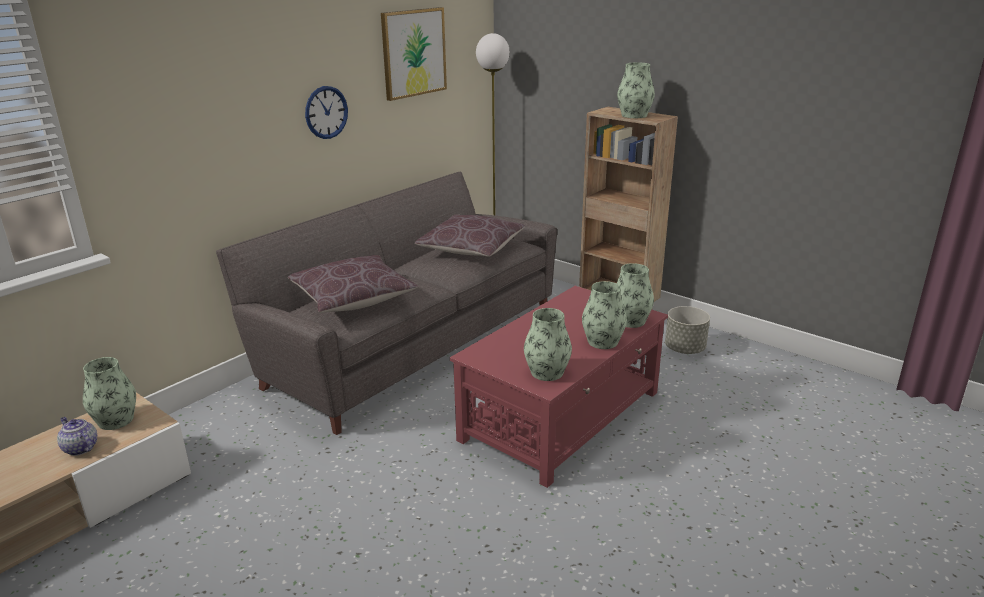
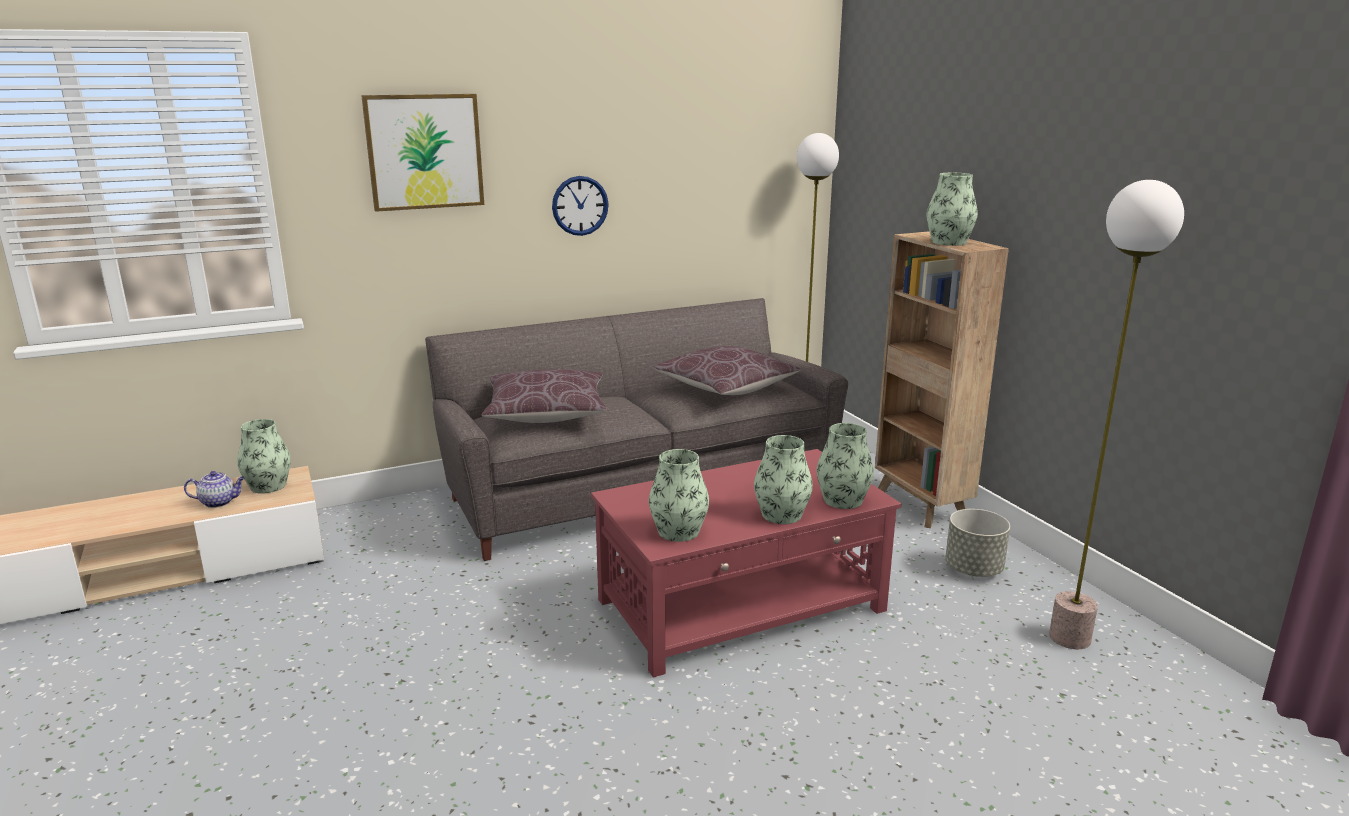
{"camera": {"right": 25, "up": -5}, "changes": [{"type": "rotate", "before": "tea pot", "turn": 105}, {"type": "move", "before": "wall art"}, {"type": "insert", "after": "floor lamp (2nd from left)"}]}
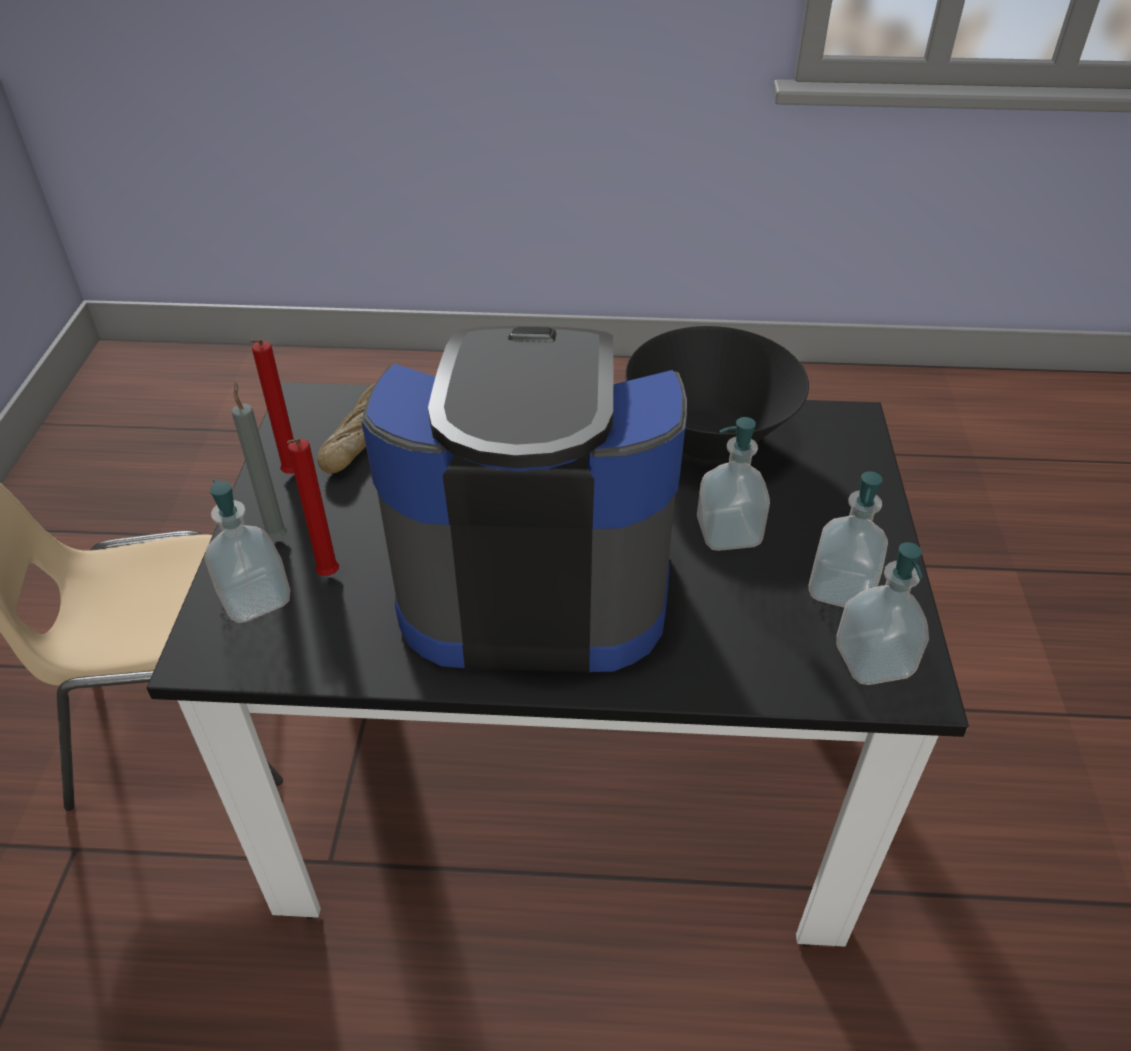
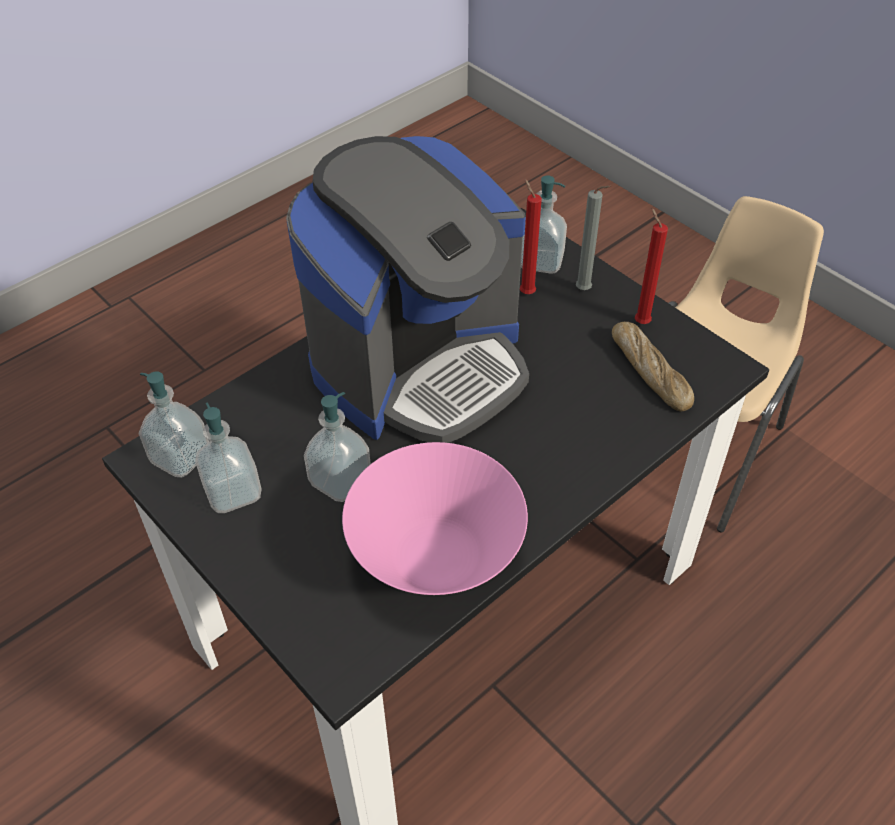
{"camera": {"right": 135, "up": 5}, "changes": [{"type": "recolor", "before": "black-coloured bowl", "after": "pink bowl"}]}
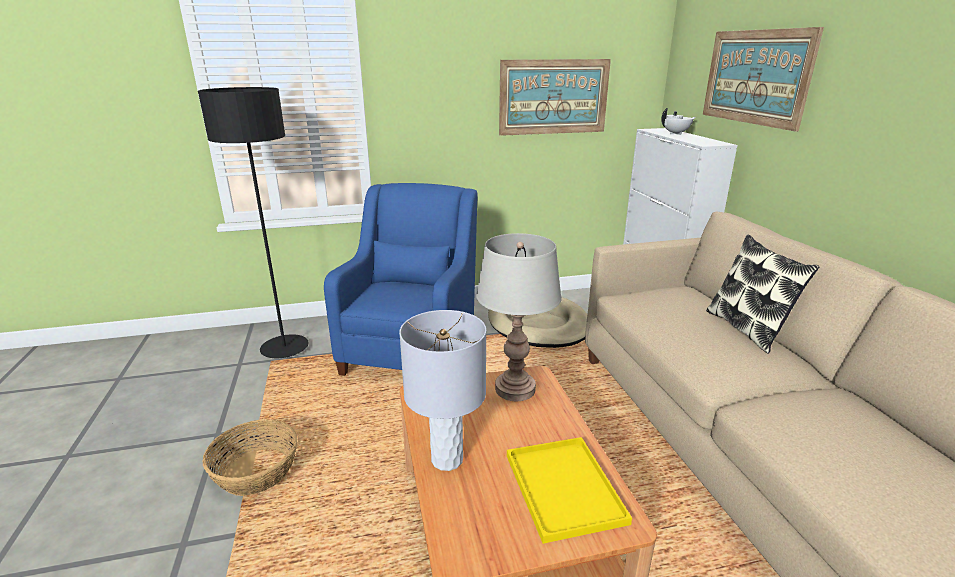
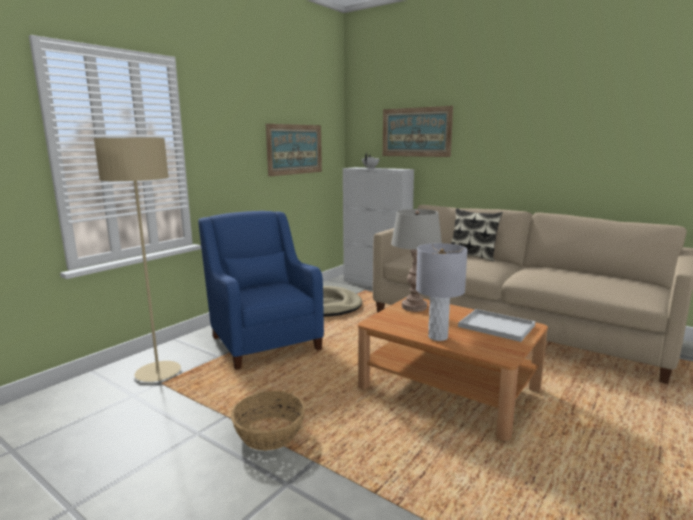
{"camera": {"right": -40, "up": -10}, "changes": [{"type": "recolor", "before": "black-coloured floor lamp", "after": "sand-coloured floor lamp"}, {"type": "recolor", "before": "yellowish tray", "after": "whitish tray"}]}
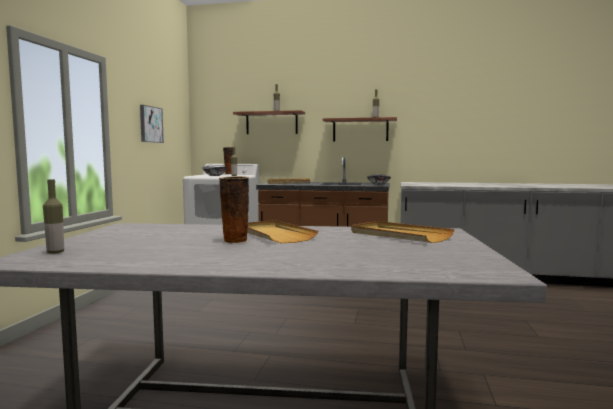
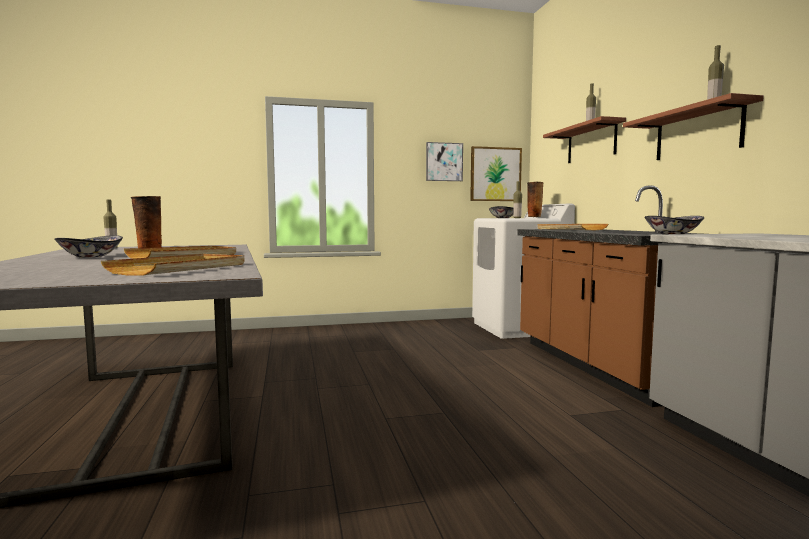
{"camera": {"right": 65, "up": 0}, "changes": [{"type": "insert", "after": "bowl (1st from left)"}, {"type": "insert", "after": "wall art (2nd from left)"}]}
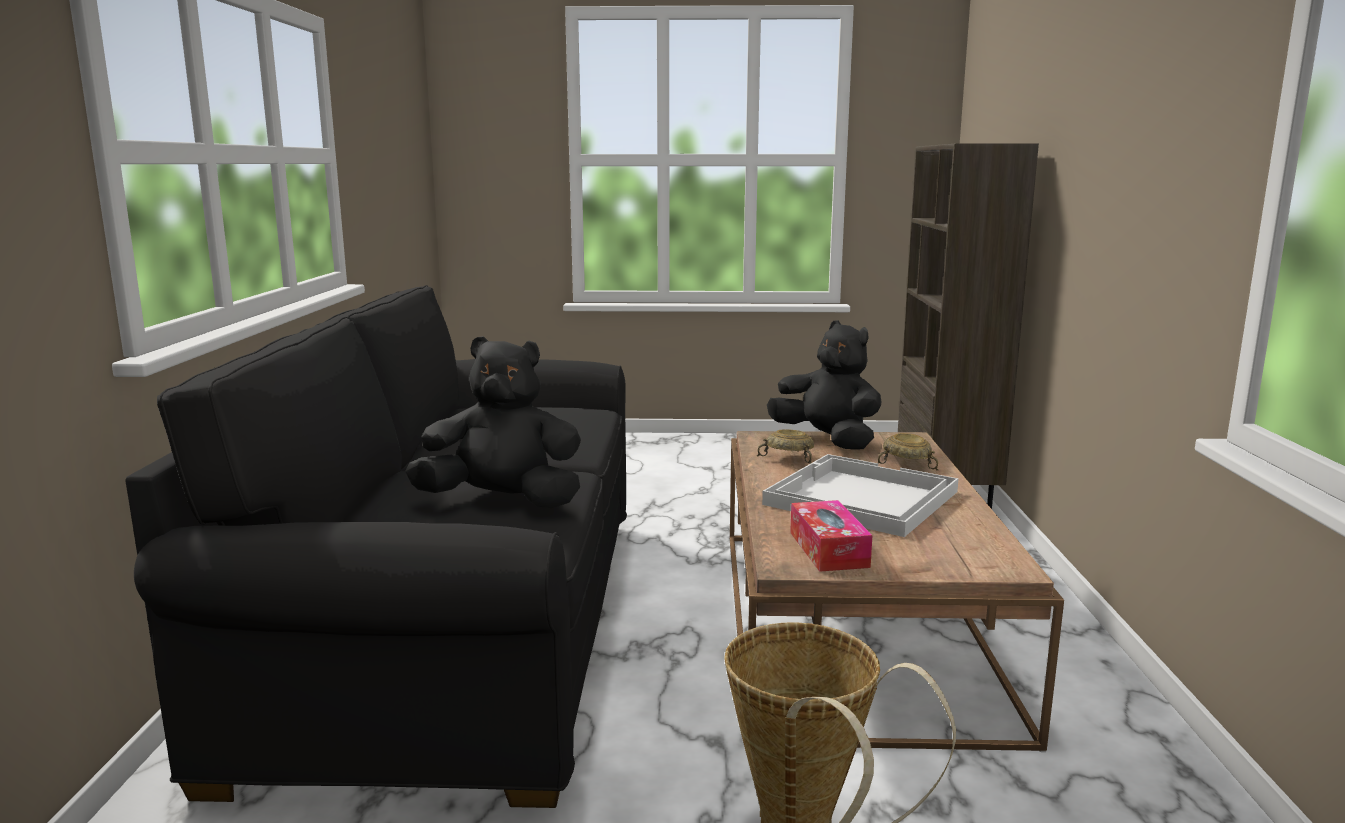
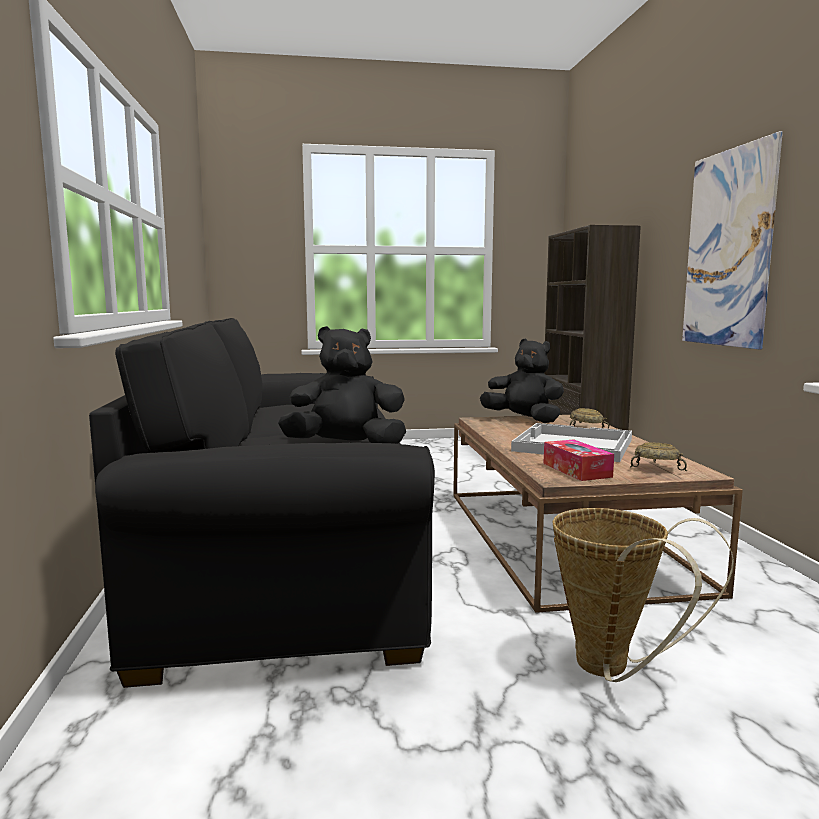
{"camera": {"right": -10, "up": -5}, "changes": [{"type": "move", "before": "sand-coloured bowl (1st from left in the first image)", "after": "sand-coloured bowl (2nd from left)"}, {"type": "insert", "after": "wall art"}]}
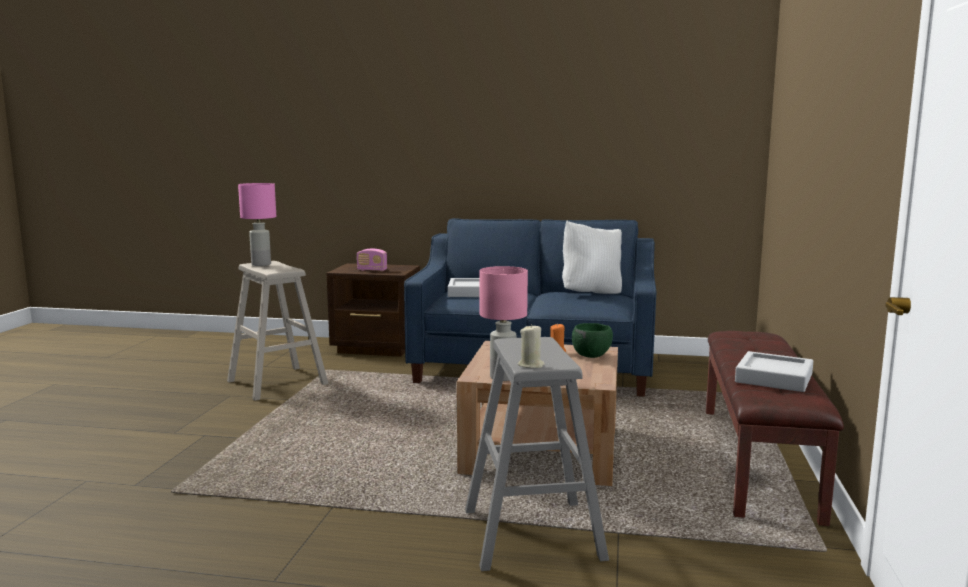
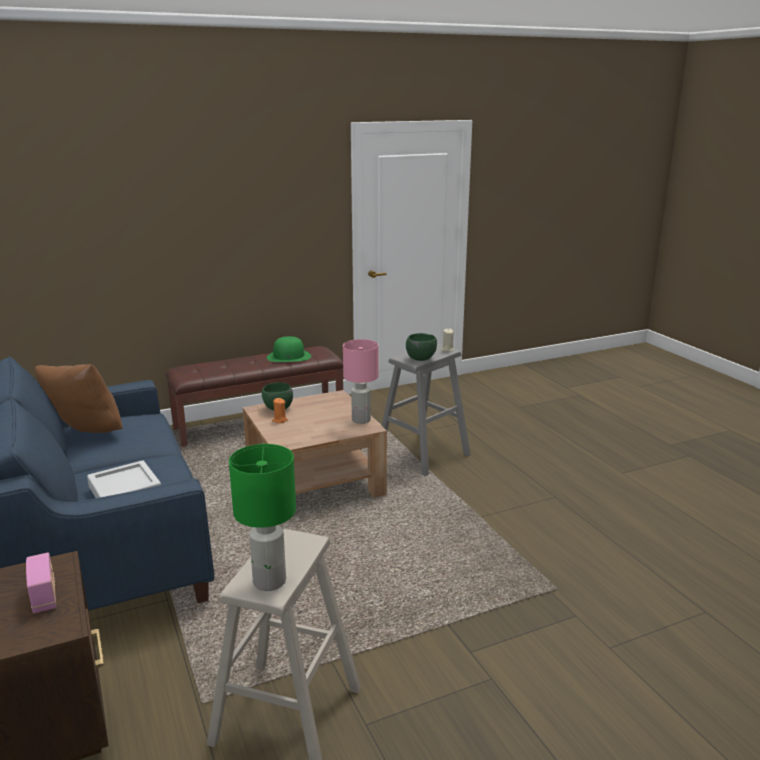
{"camera": {"right": -125, "up": 10}, "changes": [{"type": "recolor", "before": "pink tabletop lamp (1st from left)", "after": "green tabletop lamp"}, {"type": "recolor", "before": "whitish throw pillow", "after": "brown-coloured throw pillow"}, {"type": "replace", "before": "grey tray (2nd from left)", "after": "green hat"}, {"type": "insert", "after": "green bowl (2nd from left)"}]}
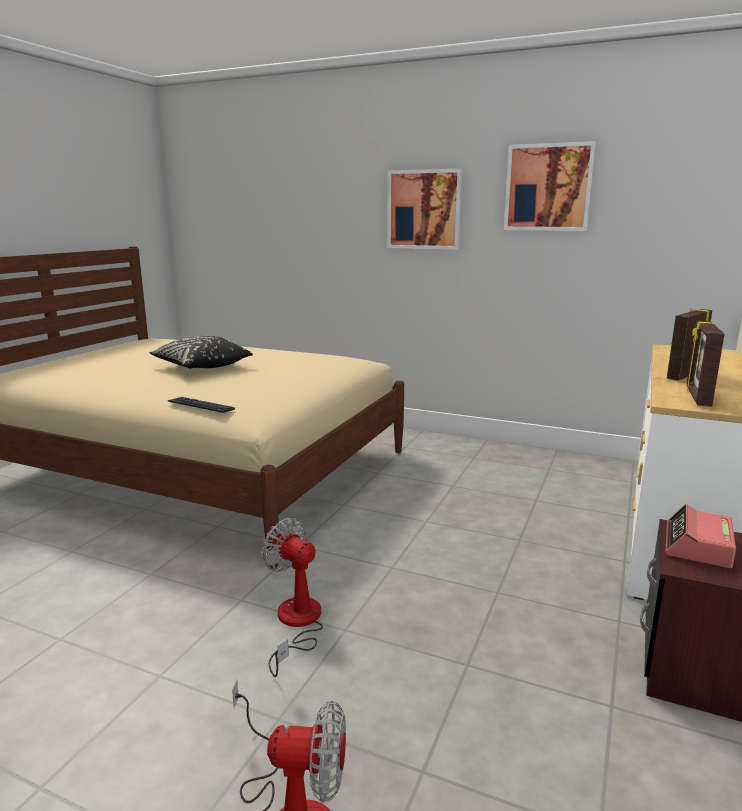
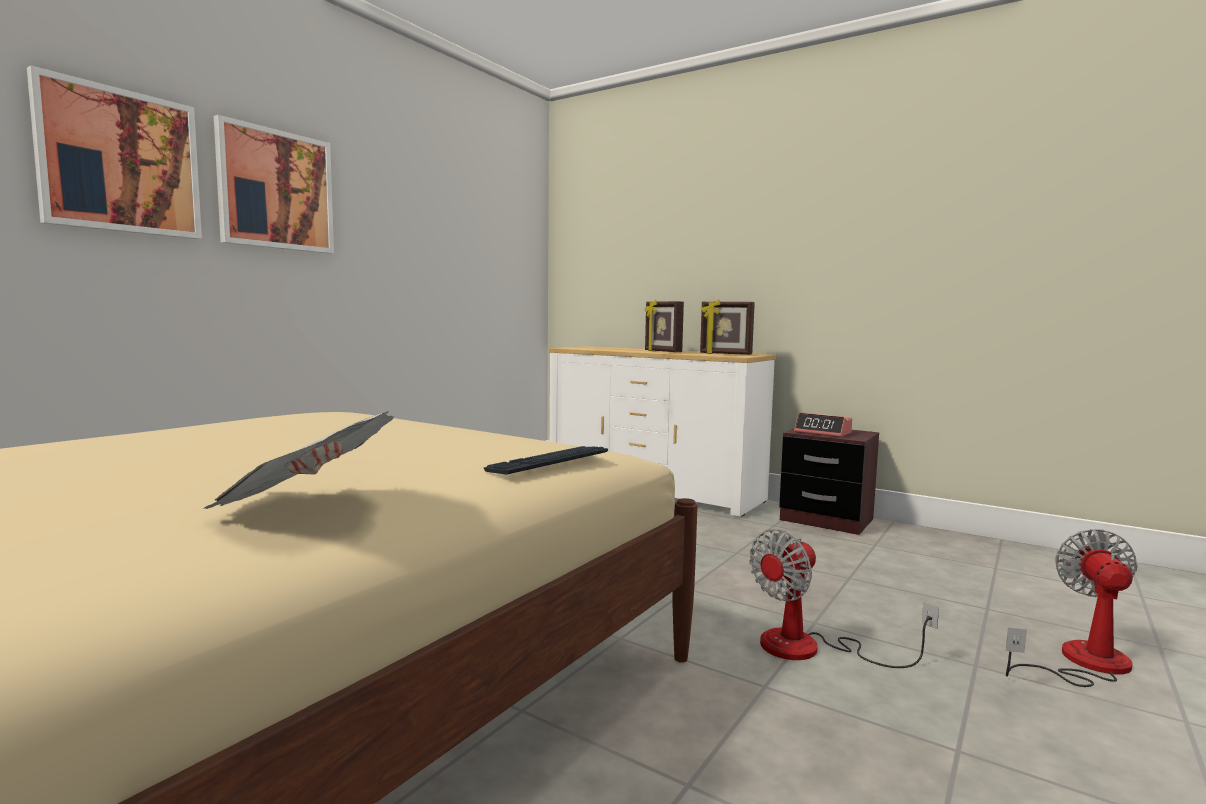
{"camera": {"right": -80, "up": -10}, "changes": [{"type": "delete", "before": "black-coloured throw pillow"}, {"type": "move", "before": "wall art (2nd from left in the first image)", "after": "wall art (1st from left)"}, {"type": "insert", "after": "newspaper"}]}
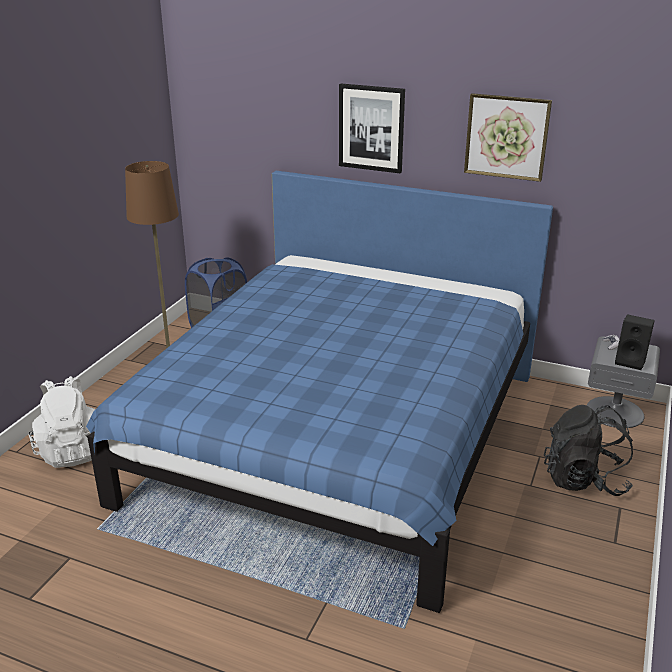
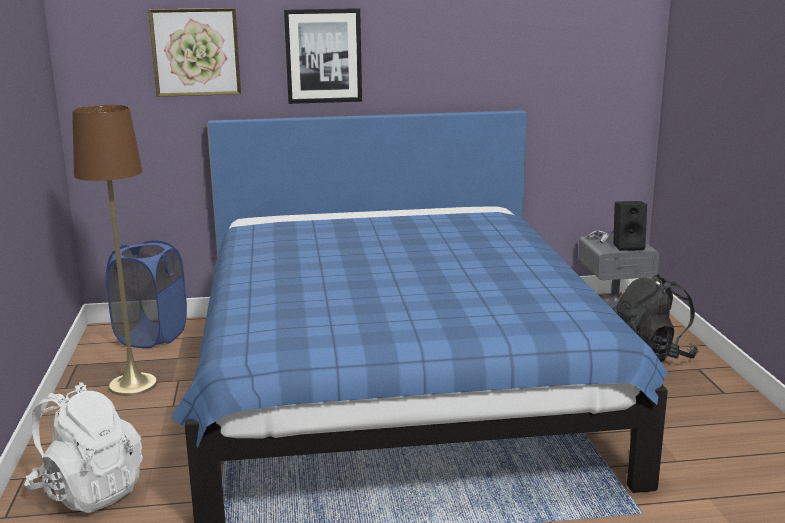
{"camera": {"right": -30, "up": -10}, "changes": [{"type": "move", "before": "wall art (2nd from left in the first image)", "after": "wall art (1st from left)"}]}
